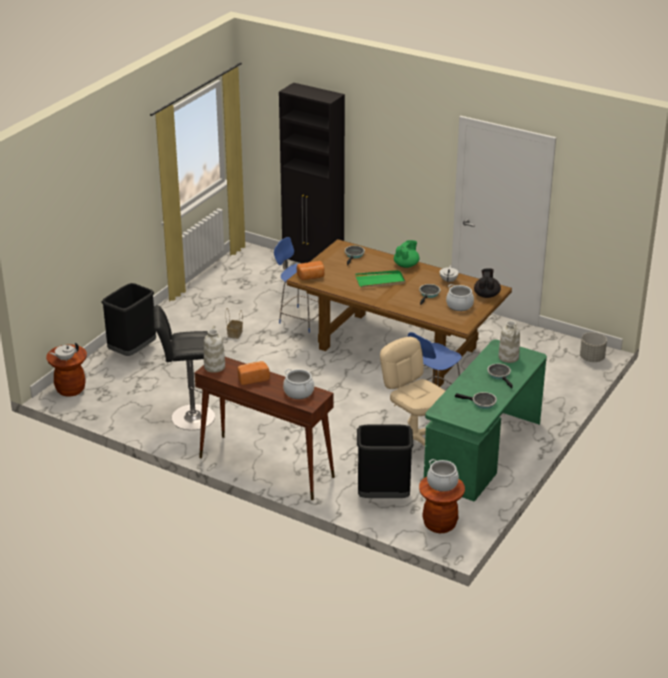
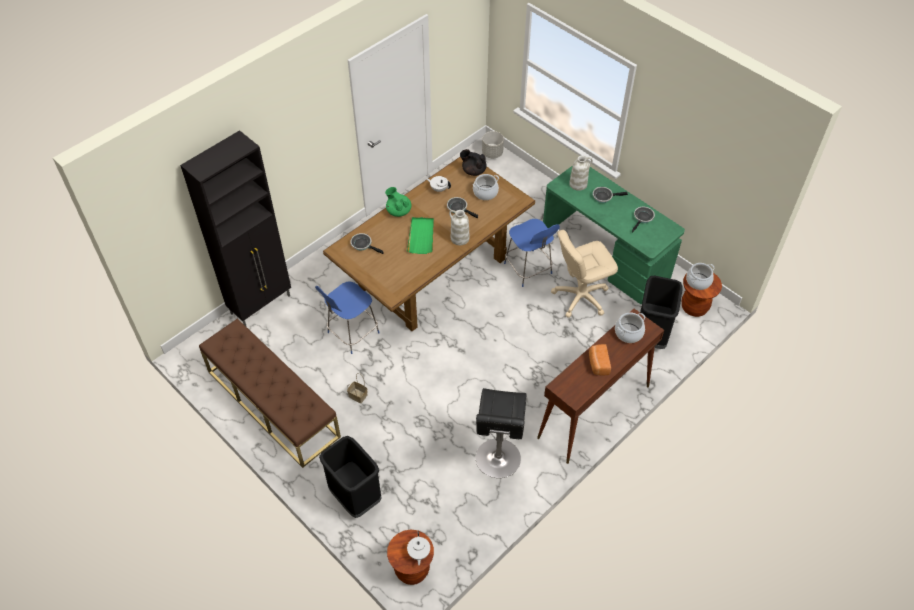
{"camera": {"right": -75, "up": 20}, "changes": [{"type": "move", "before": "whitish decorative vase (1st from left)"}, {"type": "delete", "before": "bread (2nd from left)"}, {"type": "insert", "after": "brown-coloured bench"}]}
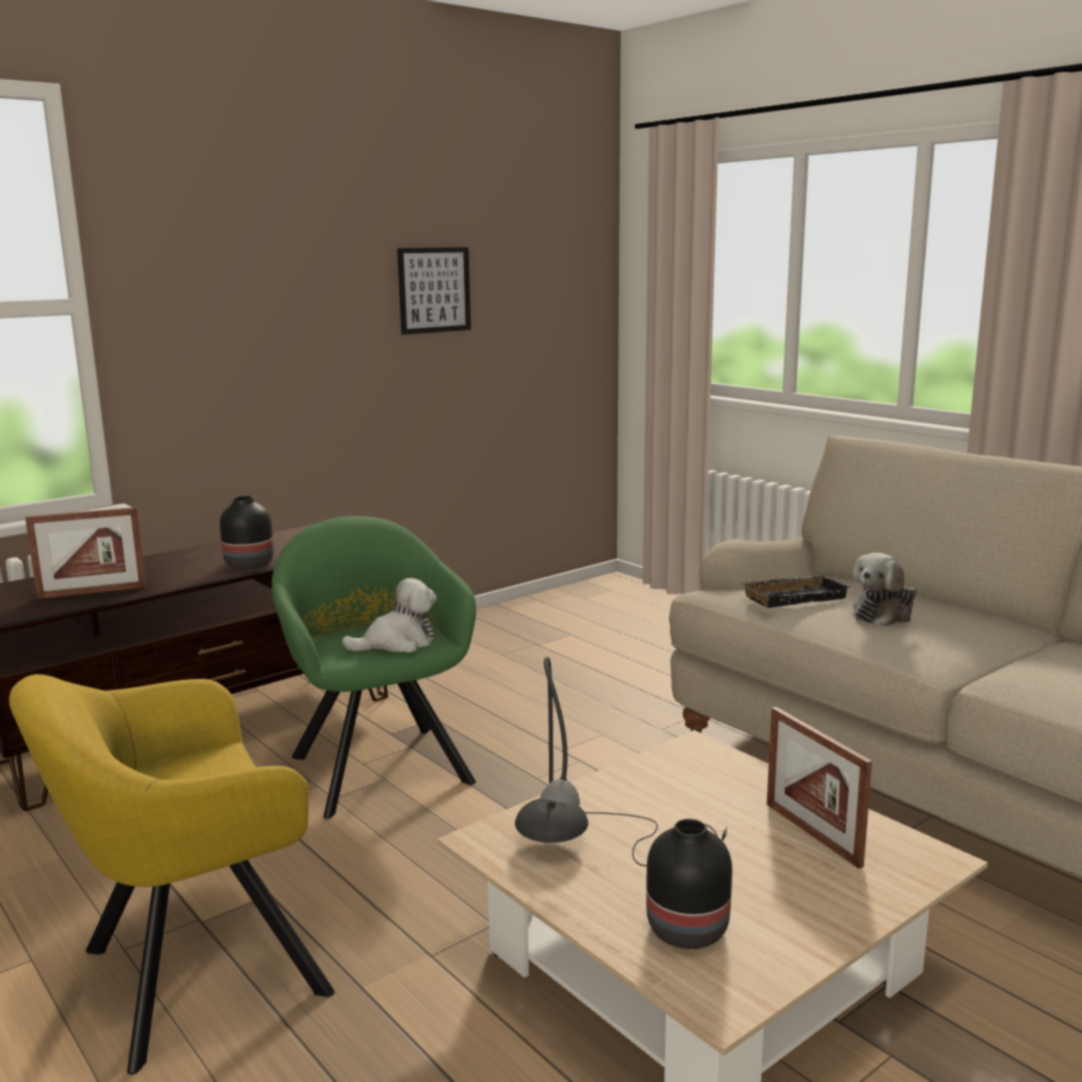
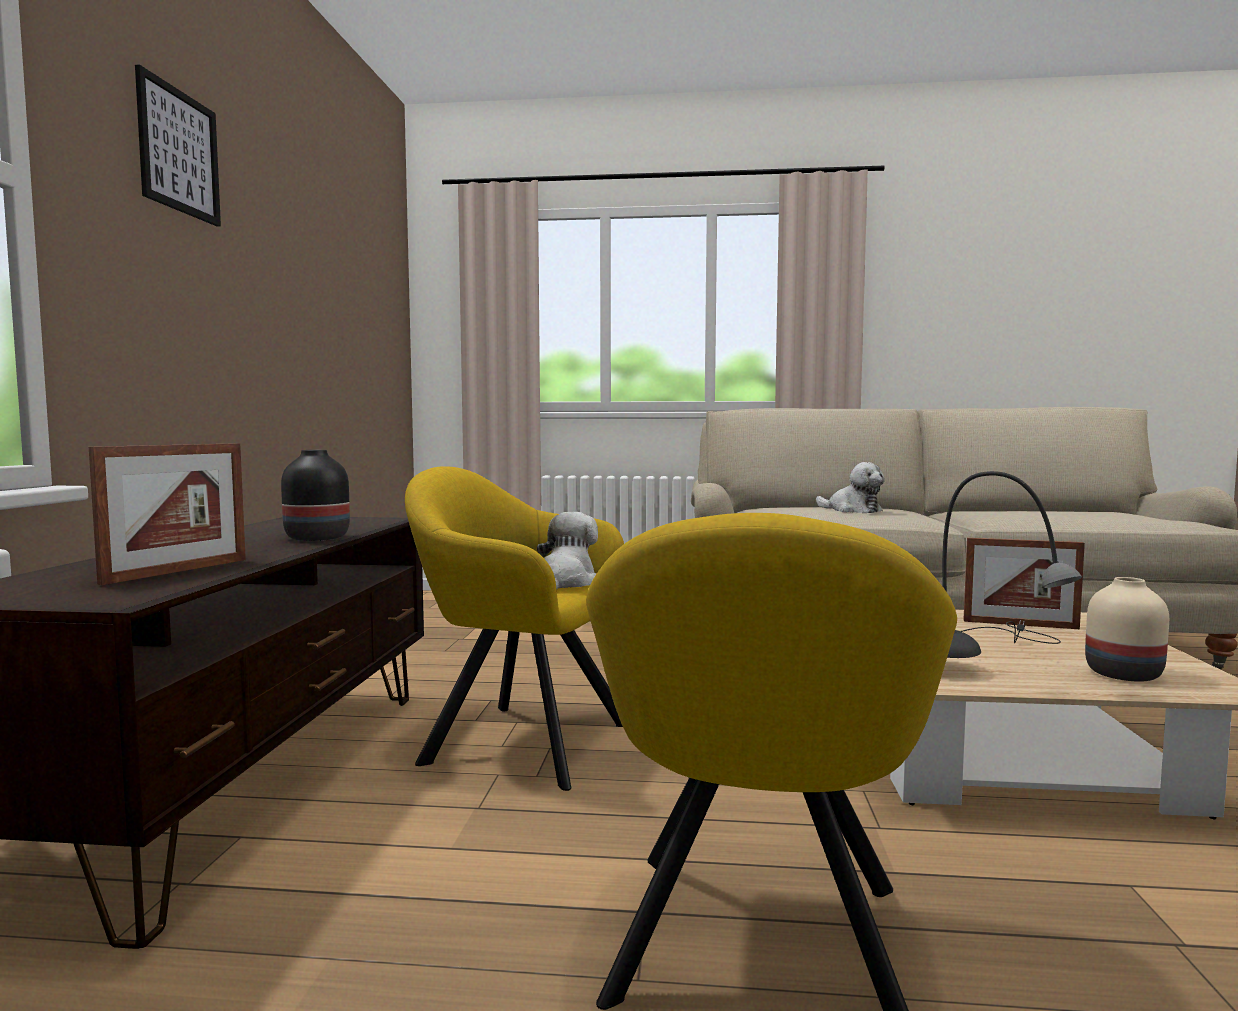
{"camera": {"right": -45, "up": -10}, "changes": [{"type": "recolor", "before": "green lounge chair", "after": "yellowish lounge chair (1st from left)"}, {"type": "move", "before": "wall art"}, {"type": "recolor", "before": "black-coloured decorative vase (2nd from left)", "after": "sand-coloured decorative vase"}, {"type": "delete", "before": "black-coloured tray"}, {"type": "rotate", "before": "soft toy (2nd from left)", "turn": -45}]}
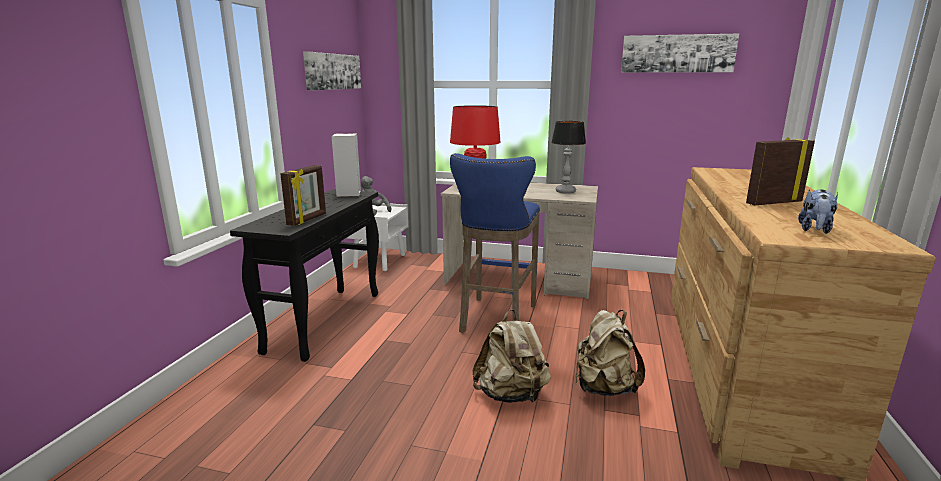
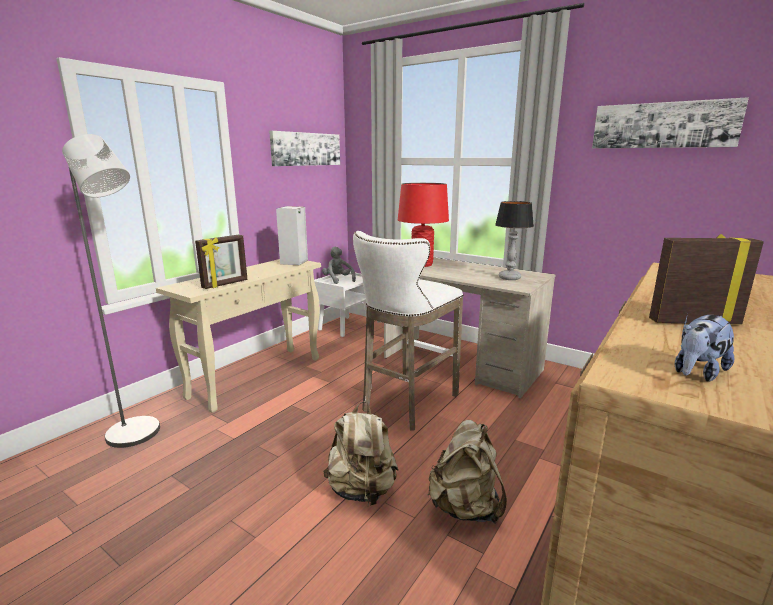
{"camera": {"right": 20, "up": 0}, "changes": [{"type": "recolor", "before": "black-coloured console table", "after": "sand-coloured console table"}, {"type": "recolor", "before": "bluish sitting stool", "after": "whitish sitting stool"}, {"type": "insert", "after": "grey floor lamp"}]}
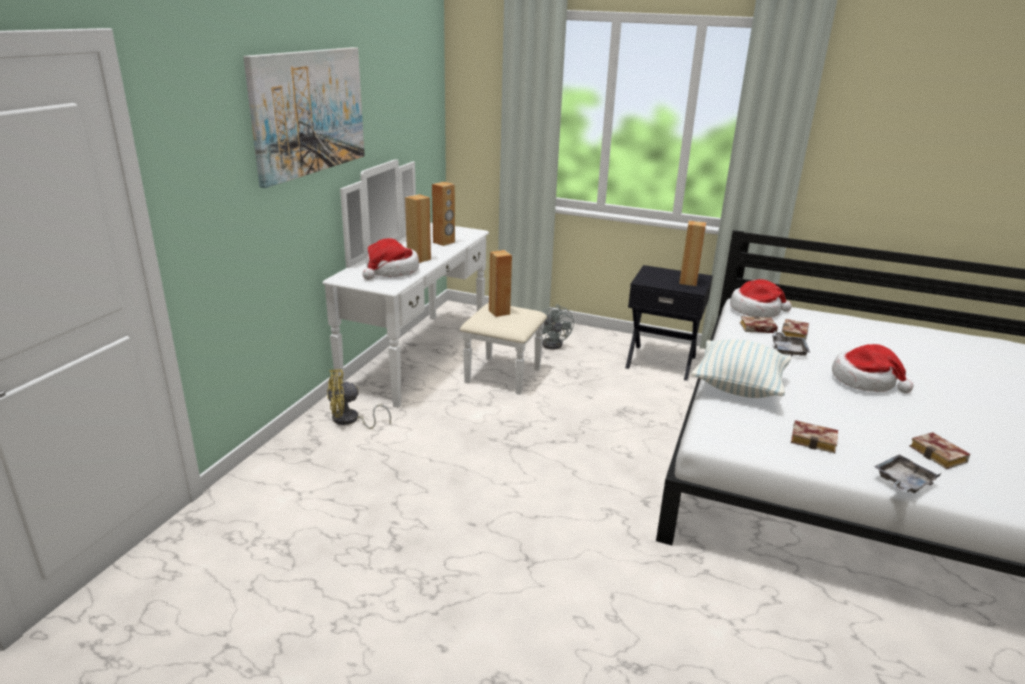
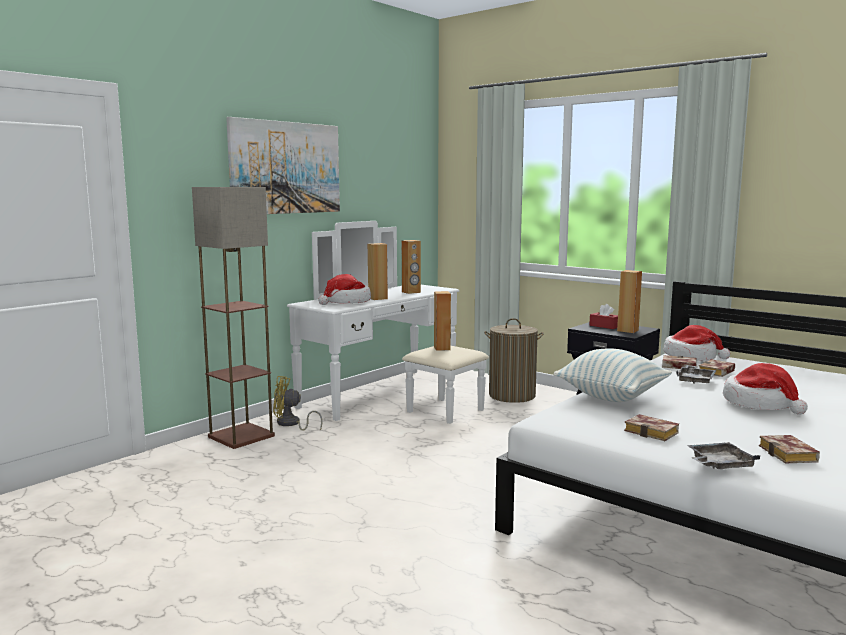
{"camera": {"right": 20, "up": -15}, "changes": [{"type": "replace", "before": "grey electric fan", "after": "hamper"}, {"type": "insert", "after": "floor lamp"}, {"type": "insert", "after": "red box of tissues"}]}
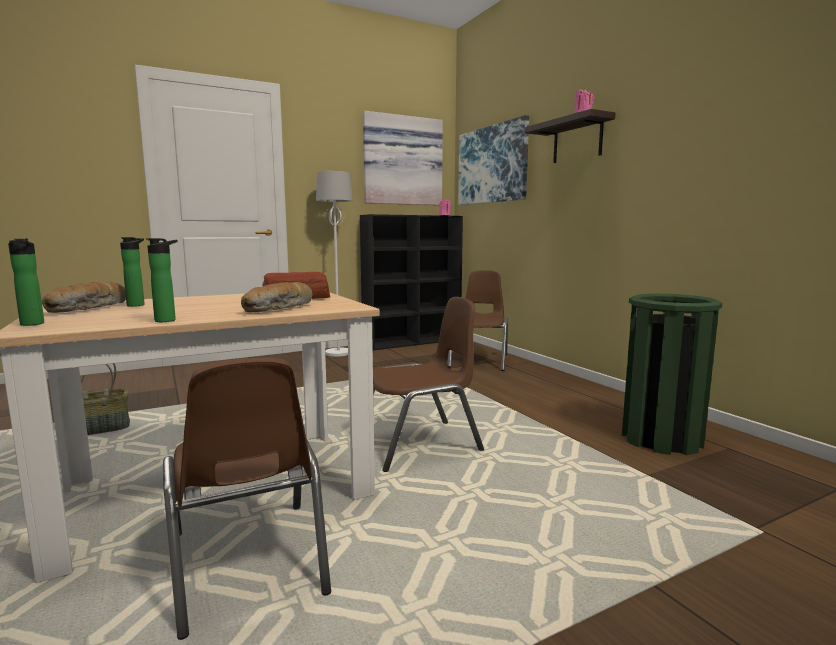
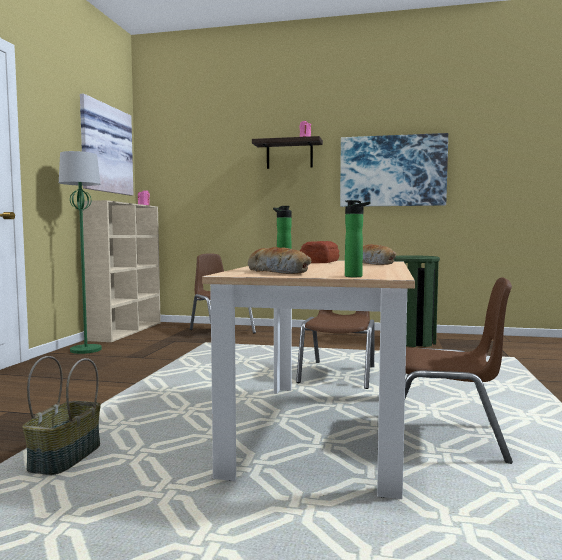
{"camera": {"right": -50, "up": -5}, "changes": [{"type": "delete", "before": "bottle (3rd from left)"}, {"type": "recolor", "before": "whitish floor lamp", "after": "green floor lamp"}, {"type": "recolor", "before": "black-coloured bookcase", "after": "sand-coloured bookcase"}, {"type": "move", "before": "wall art (2nd from left)"}]}
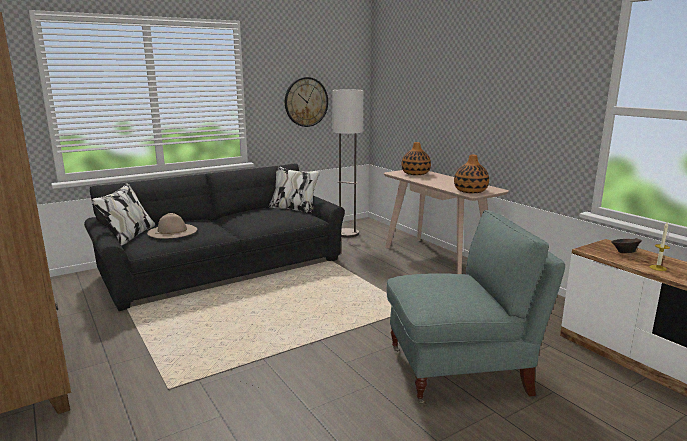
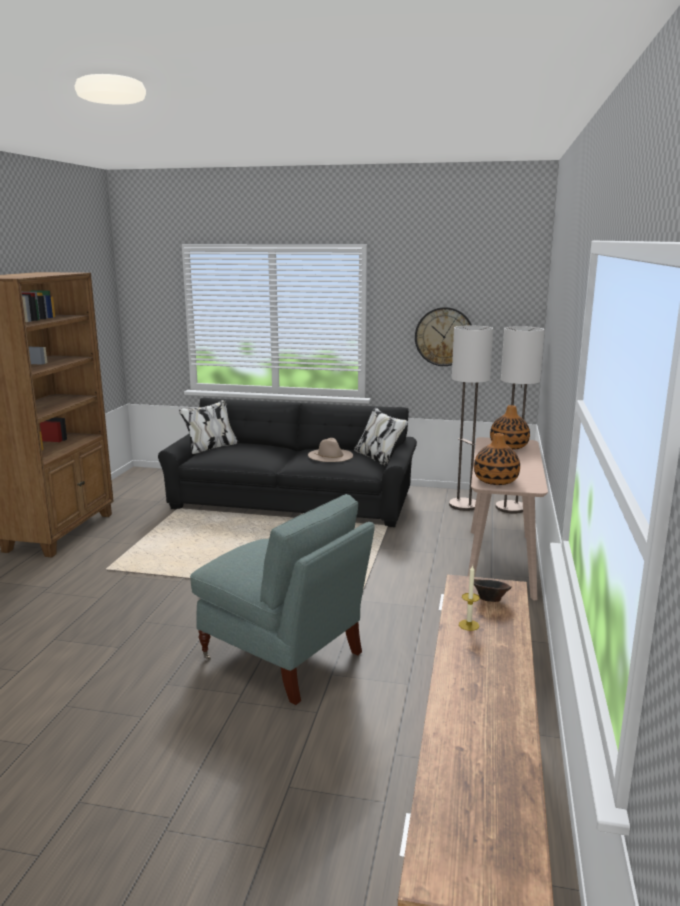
{"camera": {"right": 45, "up": 0}, "changes": [{"type": "move", "before": "sand-coloured hat"}, {"type": "insert", "after": "floor lamp (2nd from left)"}]}
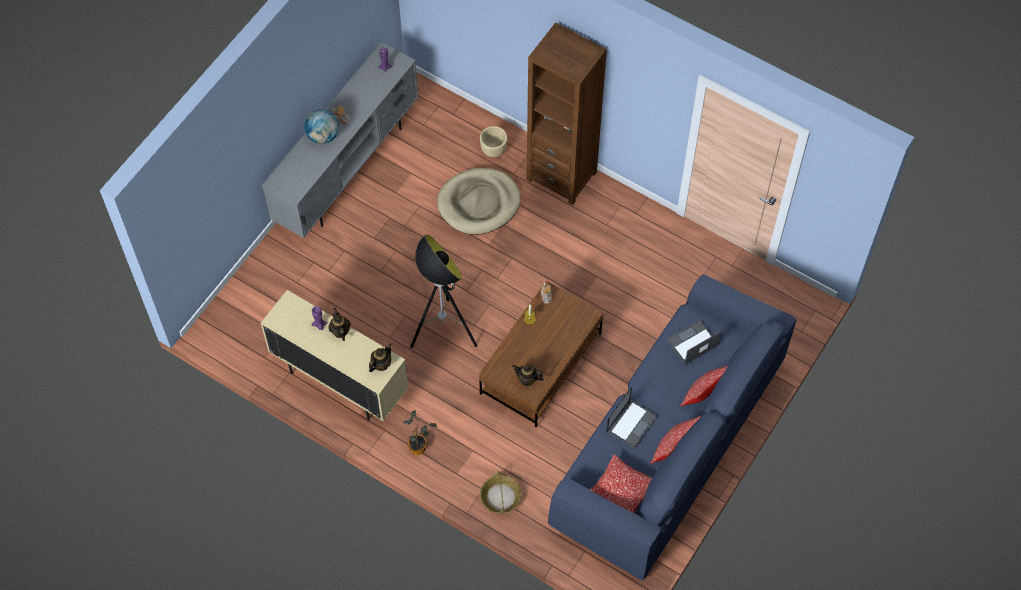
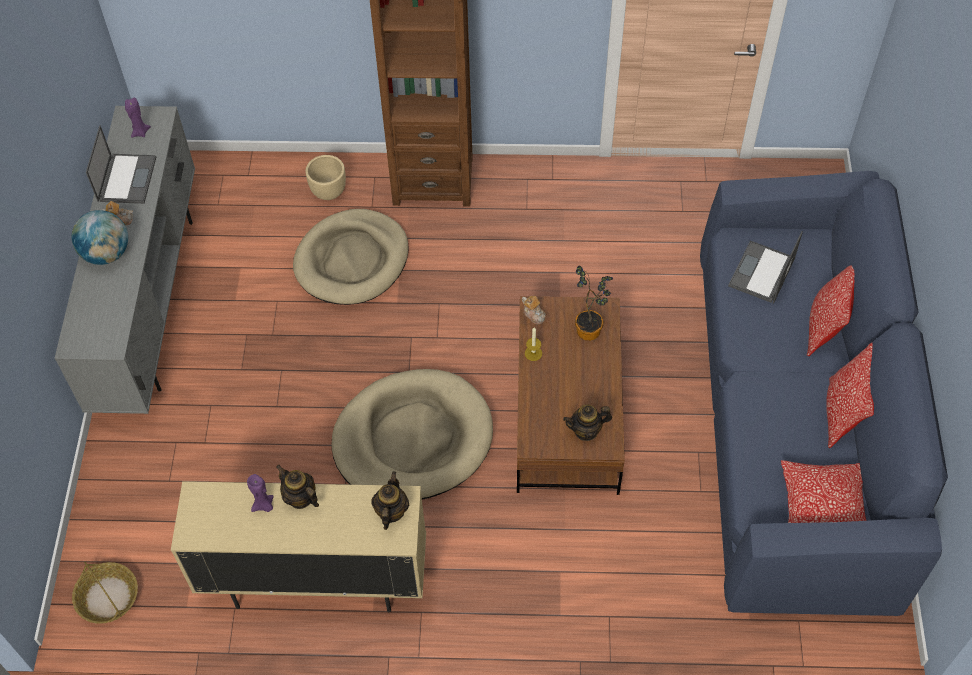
{"camera": {"right": -30, "up": -5}, "changes": [{"type": "move", "before": "potted plant"}, {"type": "replace", "before": "floor lamp", "after": "sand-coloured dog cushion (2nd from left)"}, {"type": "move", "before": "storage basket"}, {"type": "move", "before": "notebook computer (1st from left)"}]}
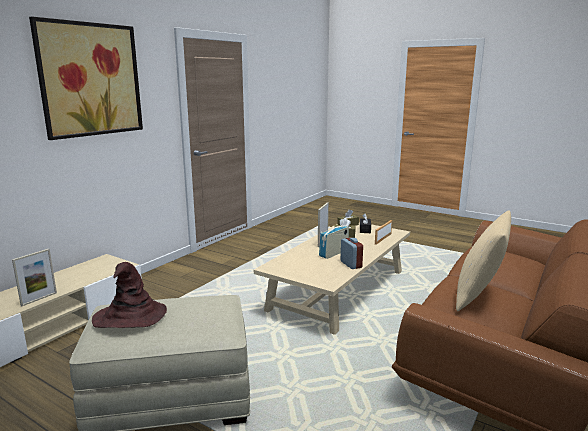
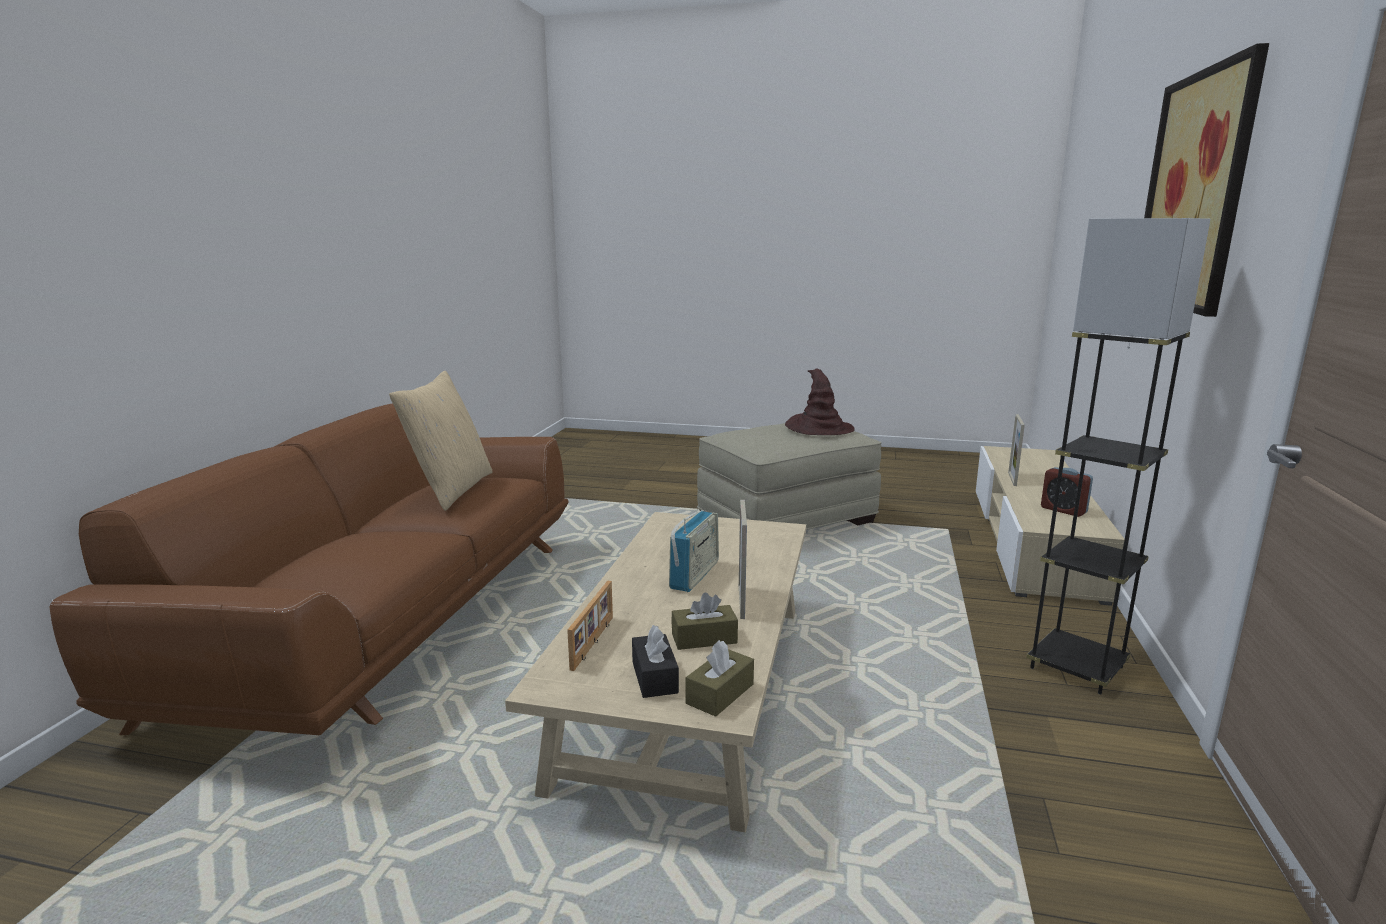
{"camera": {"right": 160, "up": 0}, "changes": [{"type": "move", "before": "table clock"}, {"type": "insert", "after": "grey floor lamp"}]}
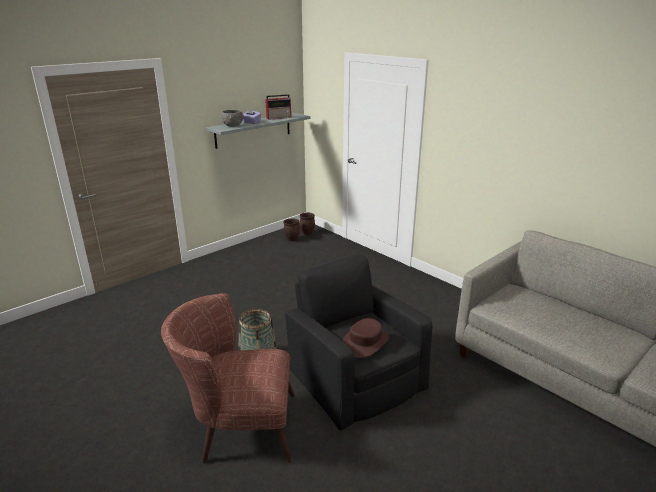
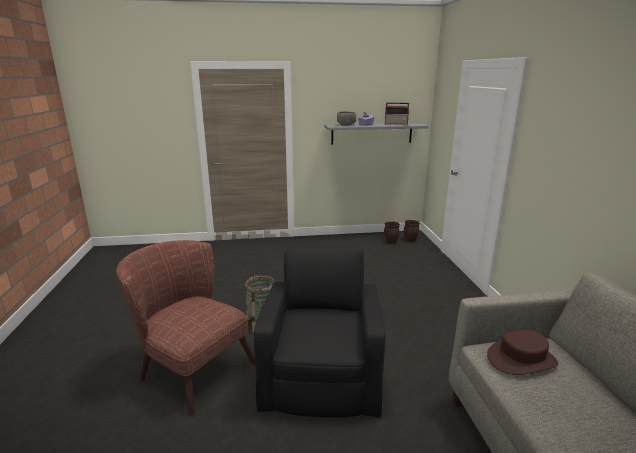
{"camera": {"right": 35, "up": -5}, "changes": [{"type": "move", "before": "brown-coloured hat"}]}
